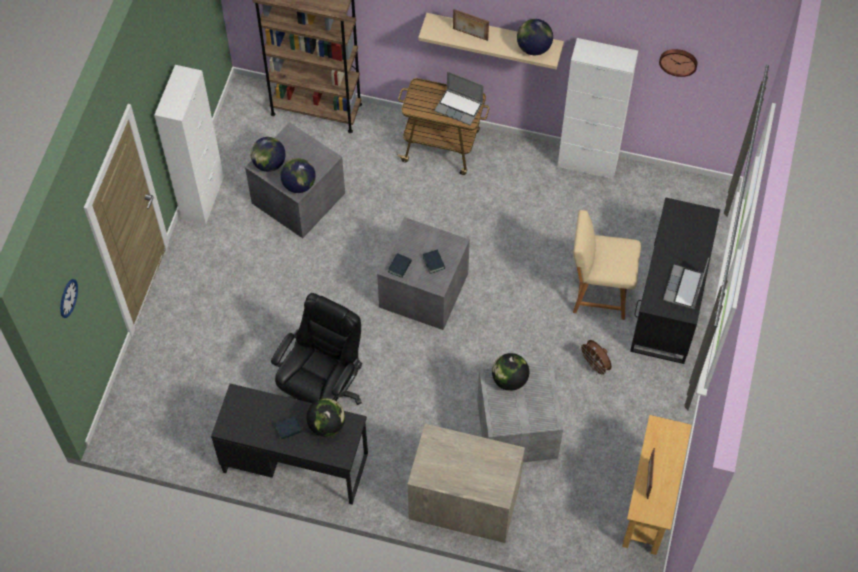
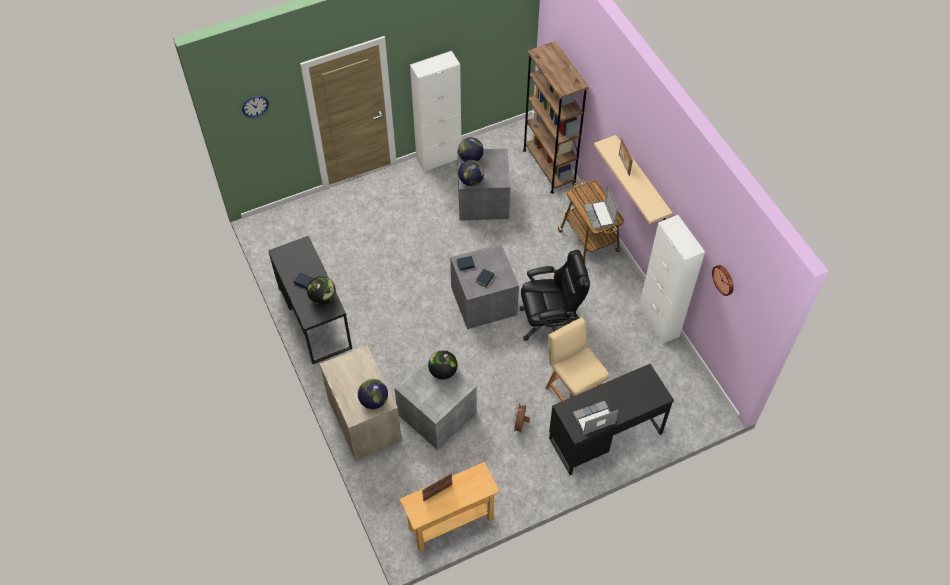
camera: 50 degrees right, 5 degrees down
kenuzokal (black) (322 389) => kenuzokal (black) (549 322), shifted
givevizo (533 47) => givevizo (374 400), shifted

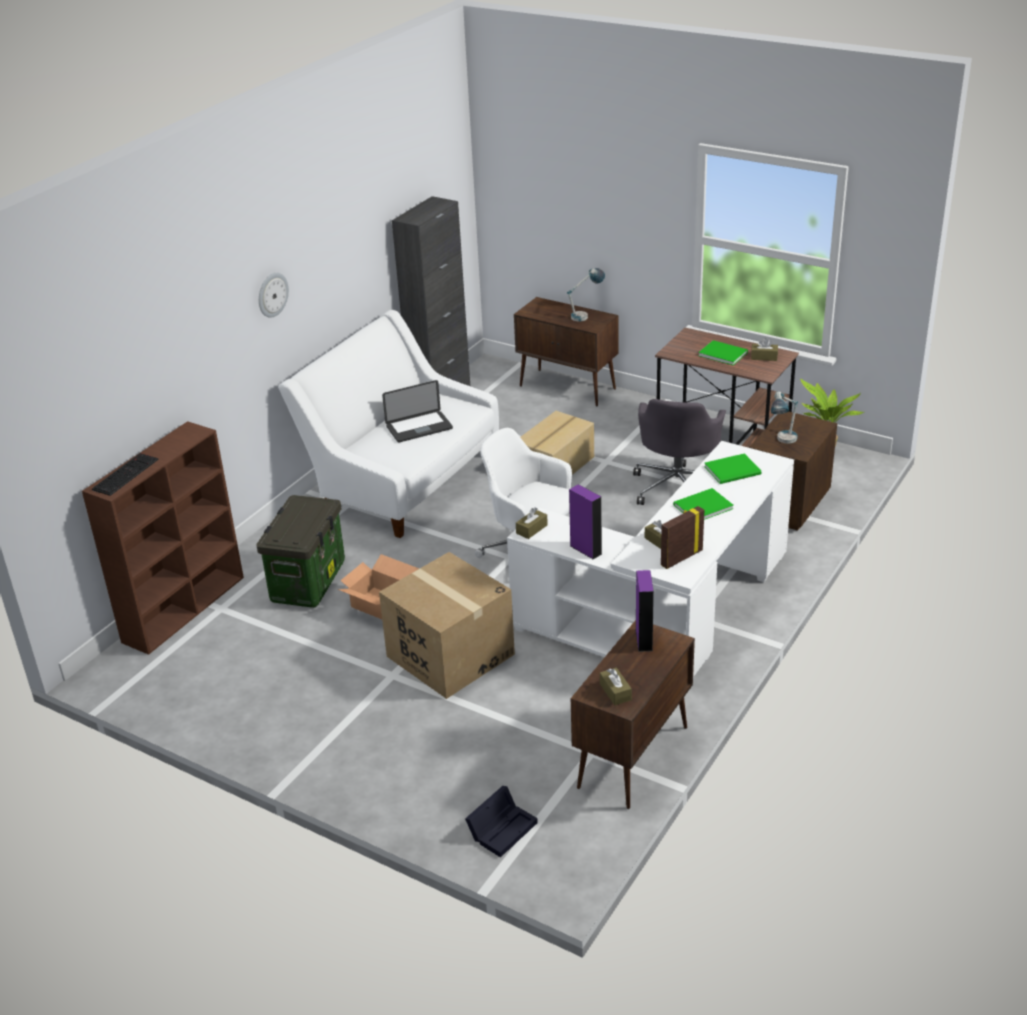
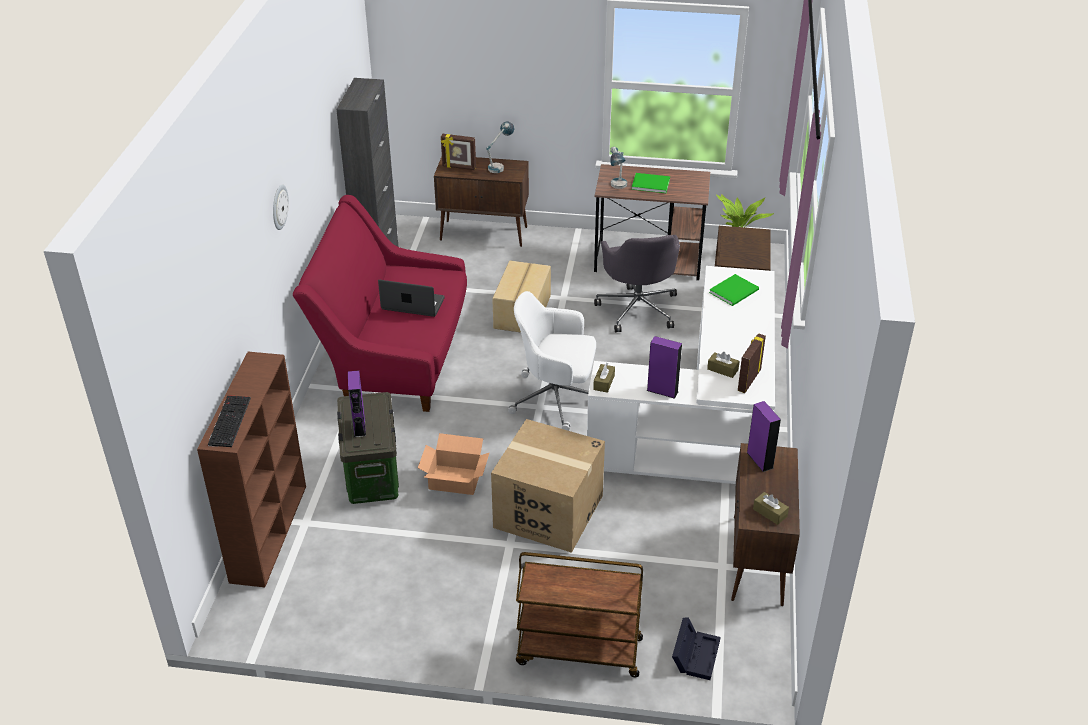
camera: 25 degrees left, 5 degrees up
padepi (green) (701 507) => nothing
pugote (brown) (764 357) => nothing
nothing => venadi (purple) (359 426)
nothing => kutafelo (459 167)
nothing => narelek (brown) (578 651)
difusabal (783 442) => difusabal (617 188), shifted
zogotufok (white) (403 481) => zogotufok (red) (394 355)
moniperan (419 428) => moniperan (413 304), 120 degrees counterclockwise

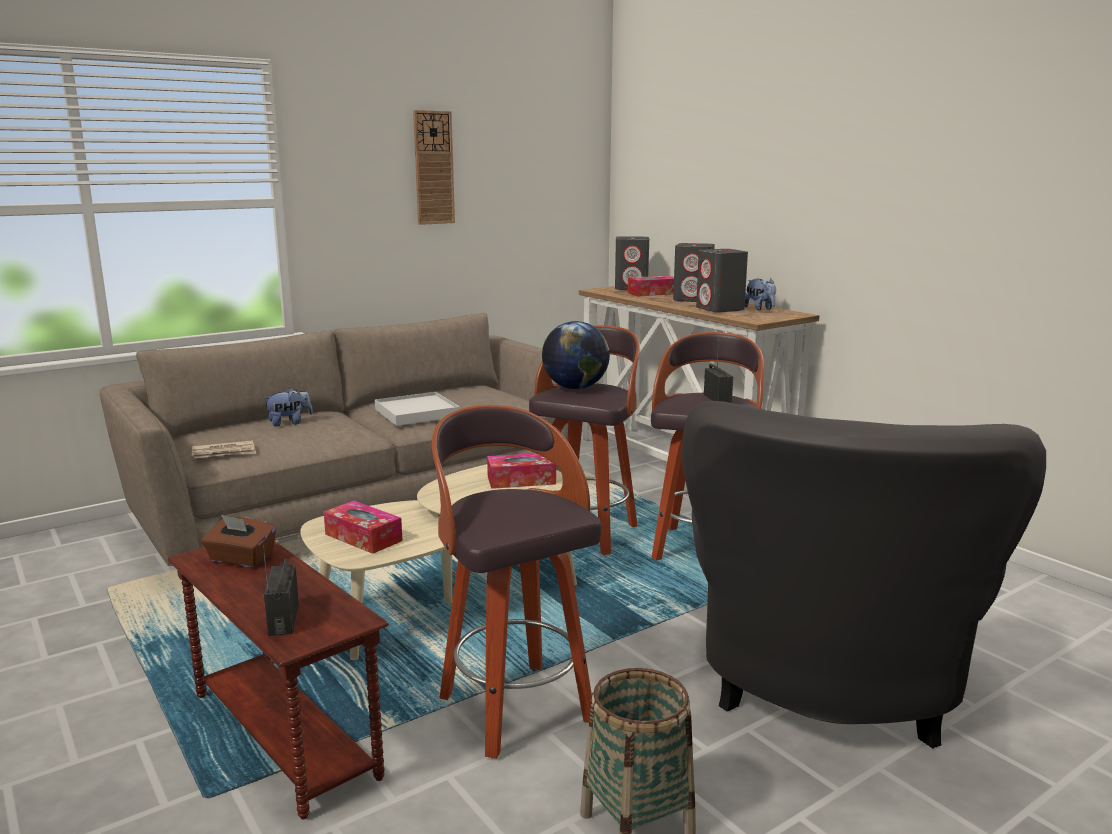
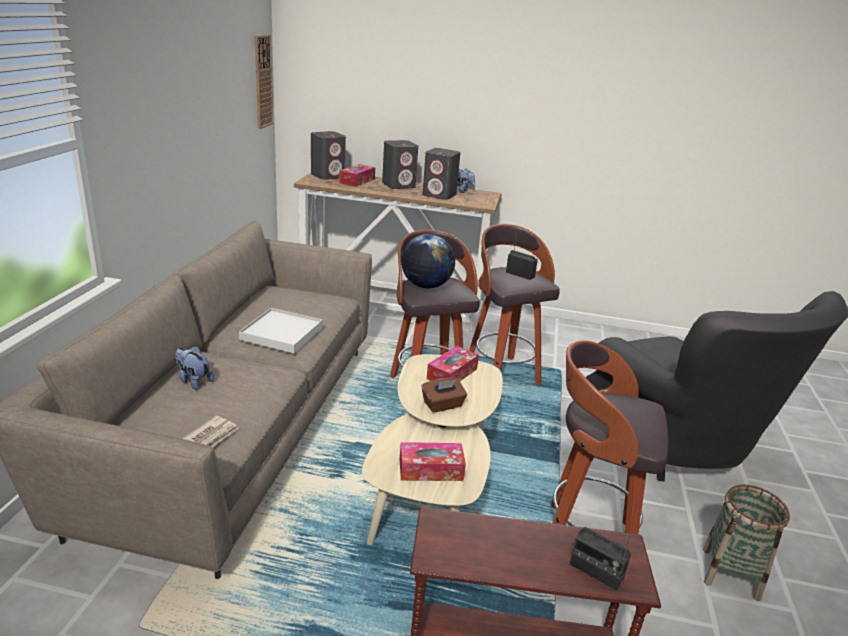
camera: 45 degrees left, 10 degrees up
pugote (brown) (241 559) => pugote (brown) (443 405), shifted
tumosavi (433 168) => tumosavi (263 82), shifted
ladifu (289 423) => ladifu (193 381), 75 degrees counterclockwise

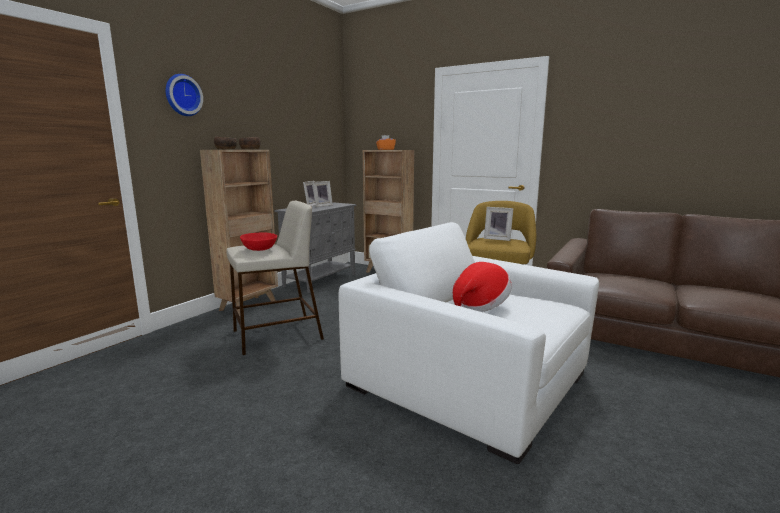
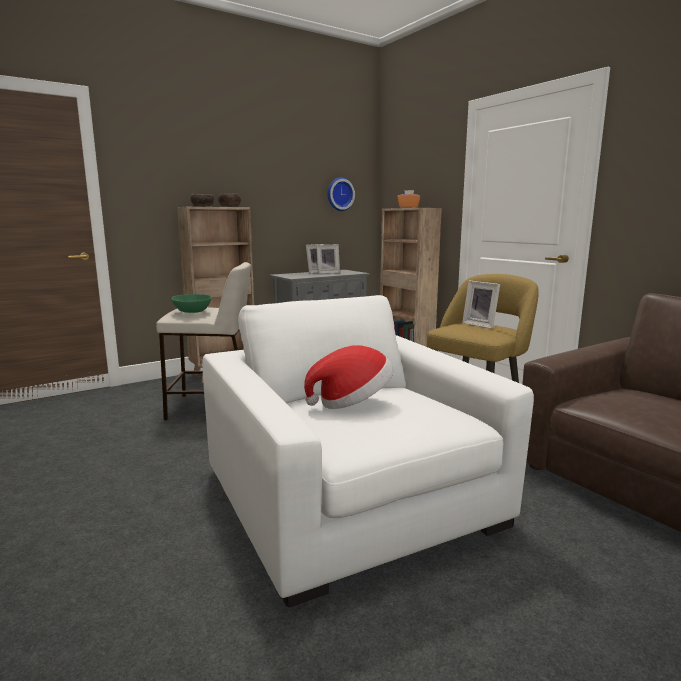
camera: 25 degrees right, 0 degrees up
tumosavi (182 95) => tumosavi (339 194), shifted
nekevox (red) (260 249) => nekevox (green) (193 311)

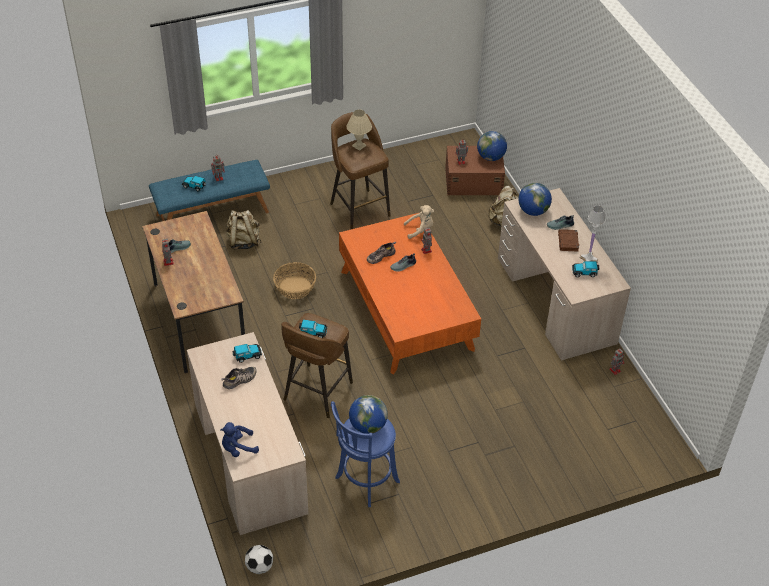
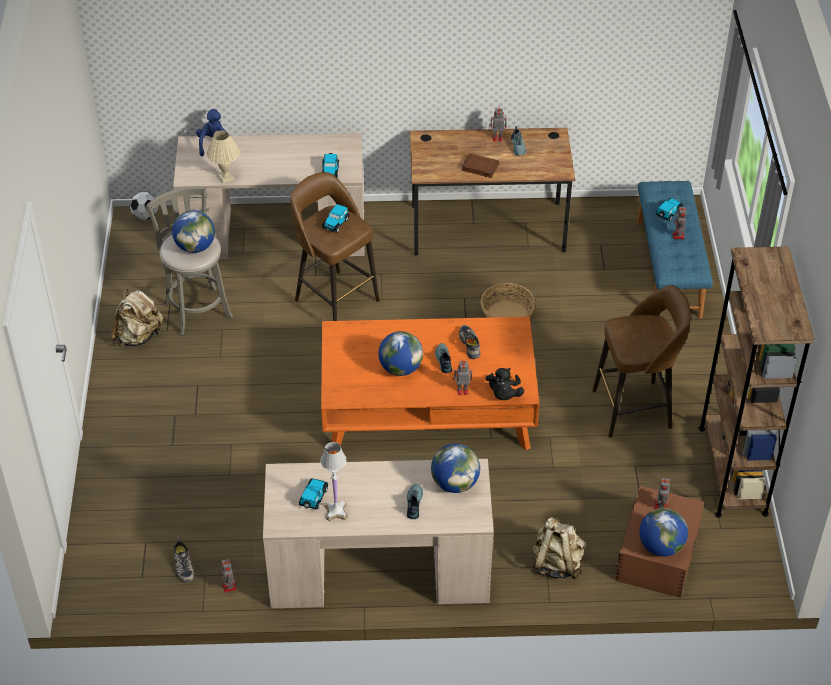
camera: 110 degrees right, 0 degrees up
nothing => givevizo (400 368)
nothing => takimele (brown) (732 470)
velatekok (240 380) => velatekok (182 565), shifted
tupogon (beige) (243 242) => tupogon (beige) (139 336), shifted
difusabal (beige) (359 146) => difusabal (beige) (225 178), shifted
padepi (brown) (568 242) => padepi (brown) (479 167), shifted
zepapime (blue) (365 482) => zepapime (grey) (197 309)
ladifu (beige) (420 230) => ladifu (black) (503 394)

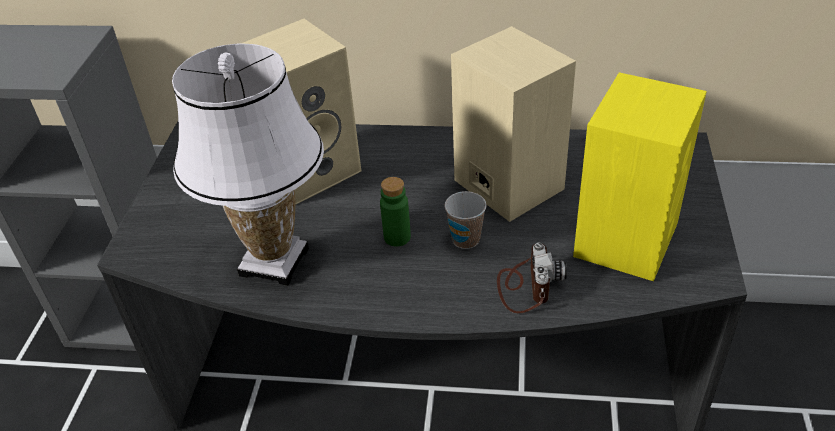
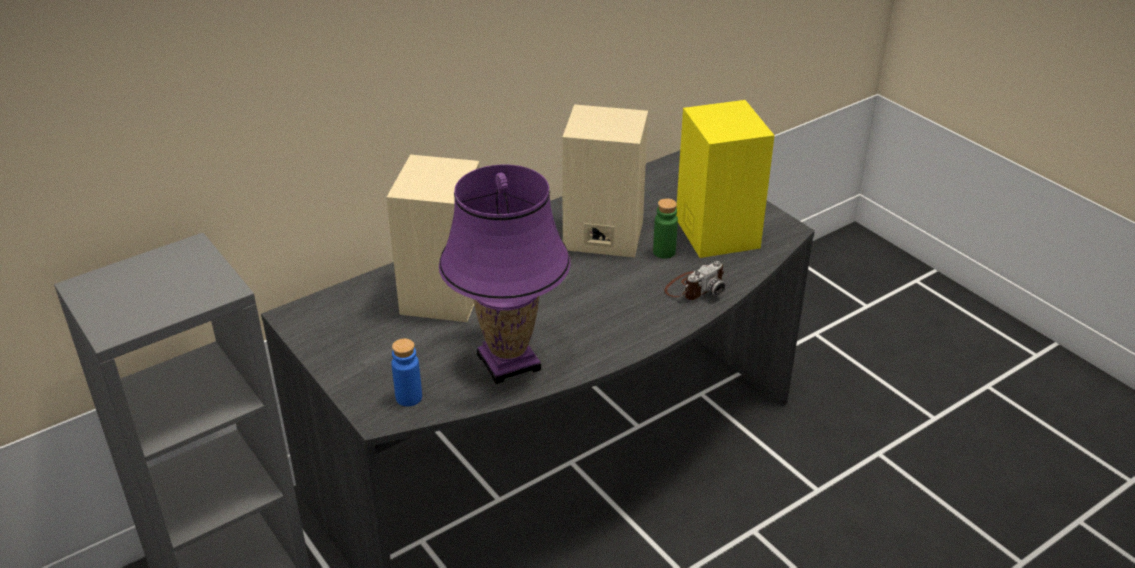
camera: 45 degrees left, 5 degrees down
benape (466 239) => nothing
nothing => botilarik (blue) (409 397)
botilarik (green) (397 237) => botilarik (green) (664 252), shifted
difusabal (white) (274 262) => difusabal (purple) (509 362)
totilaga (526 286) => totilaga (694 287), 90 degrees clockwise

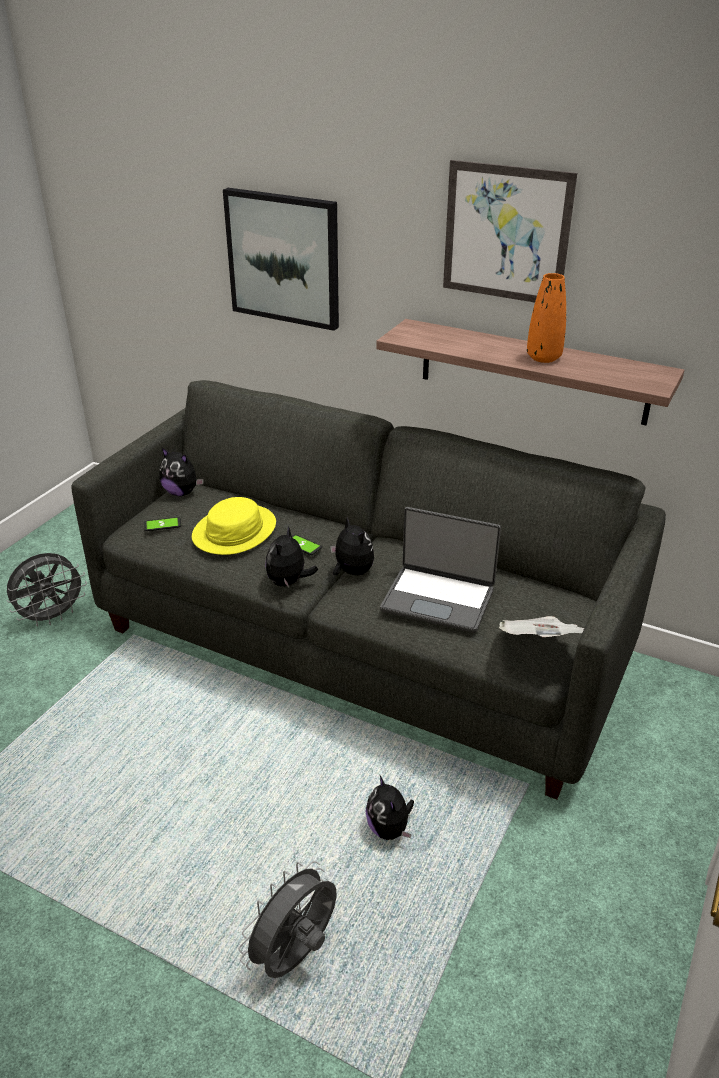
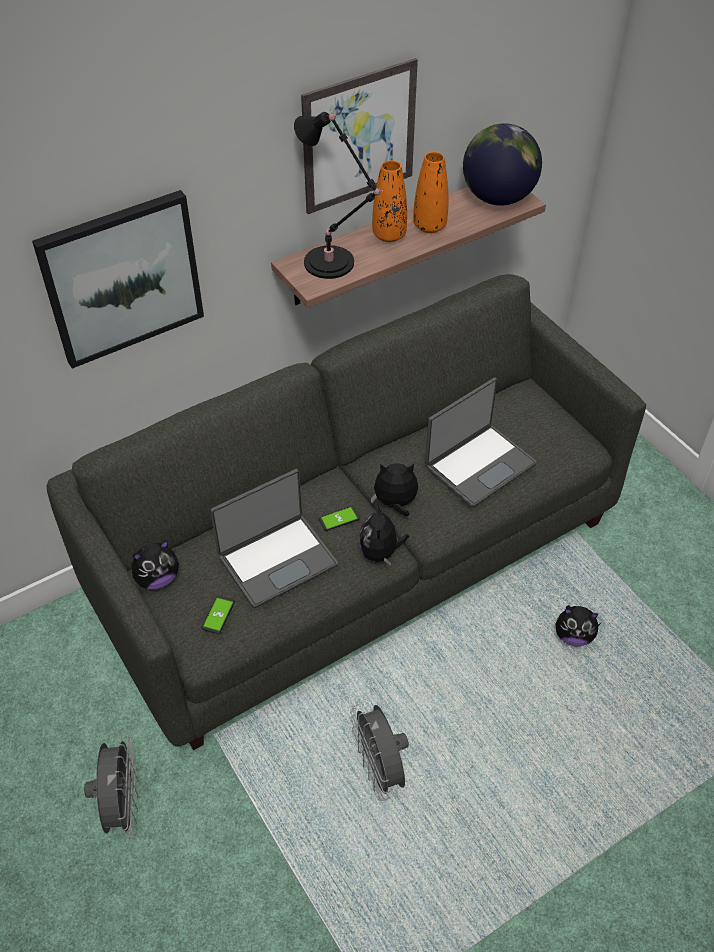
camera: 60 degrees left, 15 degrees up
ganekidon (539 645) => nothing
nothing => difusabal (black) (332 264)
nothing => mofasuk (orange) (389 235)
nothing => givevizo (498 198)
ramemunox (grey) (296 956) => ramemunox (grey) (380 769), shifted
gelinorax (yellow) (235 531) => moniperan (277 560)
ladifu (288 582) => ladifu (380 553), 45 degrees clockwise

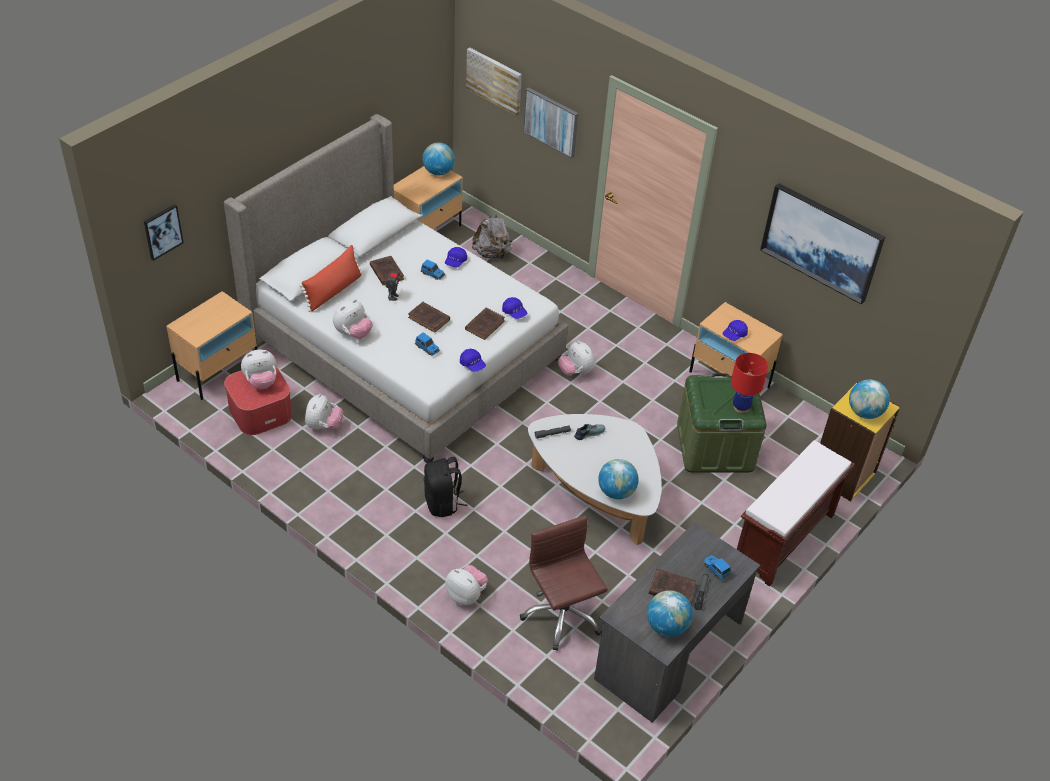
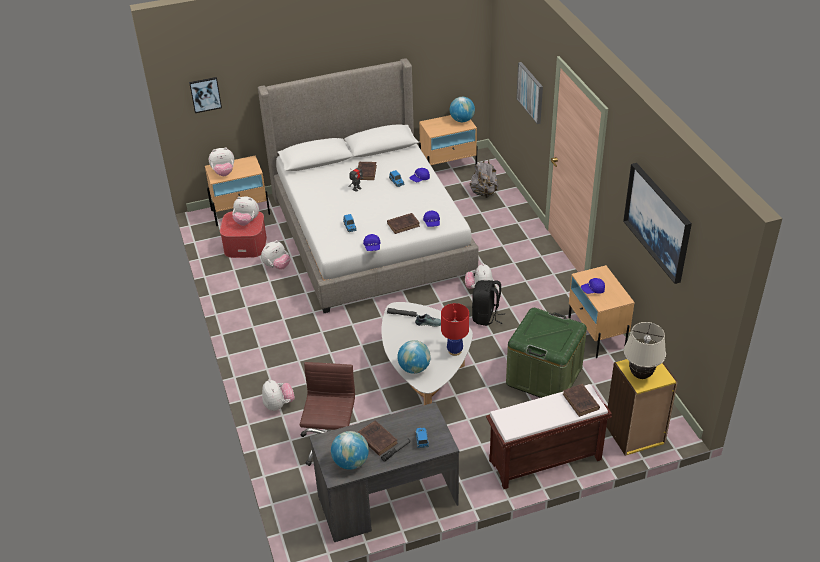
camera: 35 degrees right, 5 degrees down
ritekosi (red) (333 291) => nothing
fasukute (494 80) => nothing
ladifu (353 333) => ladifu (223 173), shifted
padepi (brown) (429 319) => padepi (brown) (581 402), shifted
tupogon (black) (442 503) => tupogon (black) (486 317), shifted
difusabal (red) (741 407) => difusabal (red) (455 351), shifted
givevizo (864 412) => difusabal (beige) (640 375)

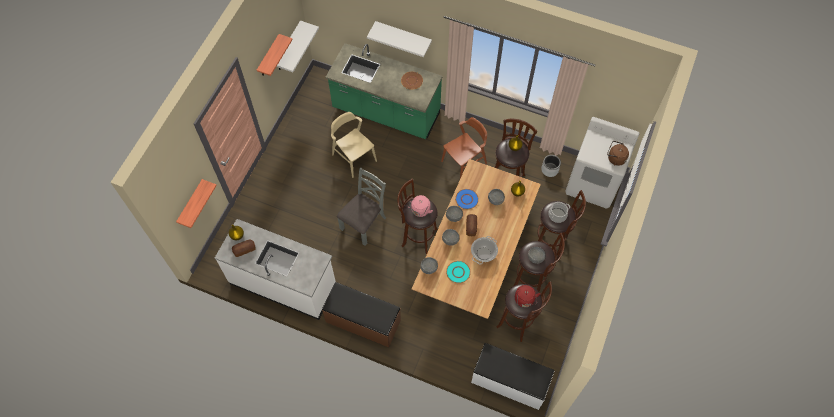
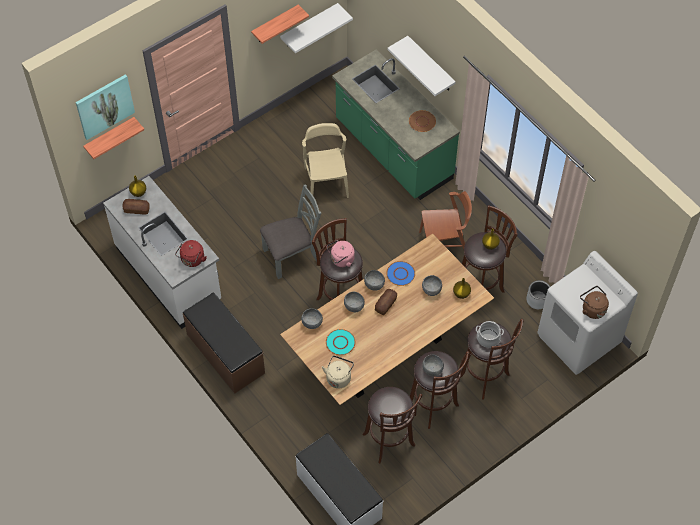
camera: 30 degrees right, 5 degrees down
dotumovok (483 254) => nothing
nothing => fasukute (105 106)
nothing => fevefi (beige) (339 377)
fevefi (red) (524 300) => fevefi (red) (192 260), shifted

